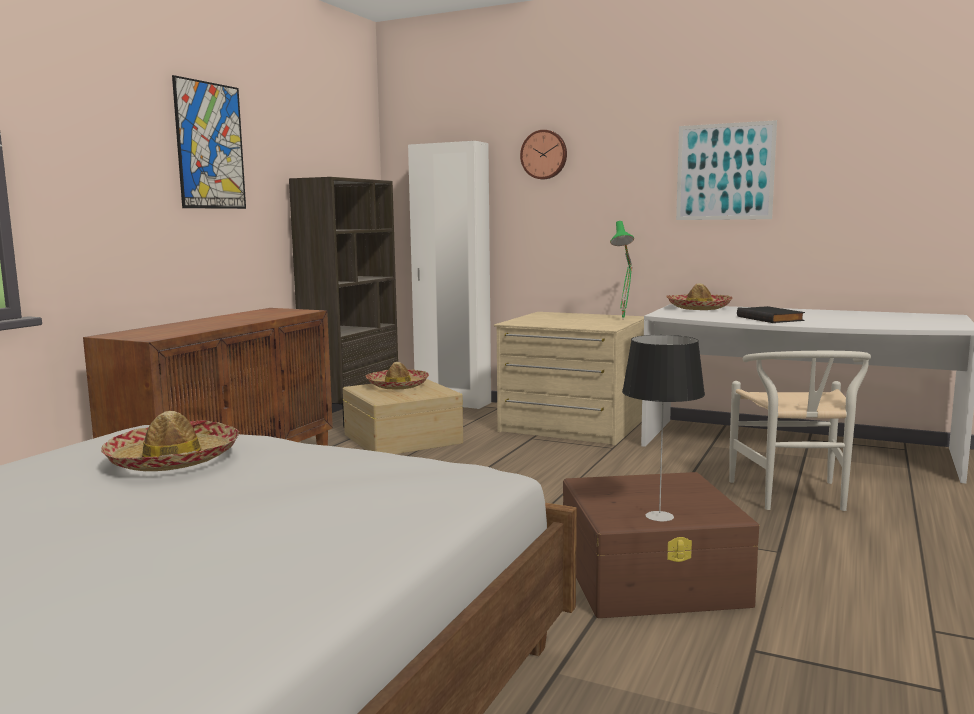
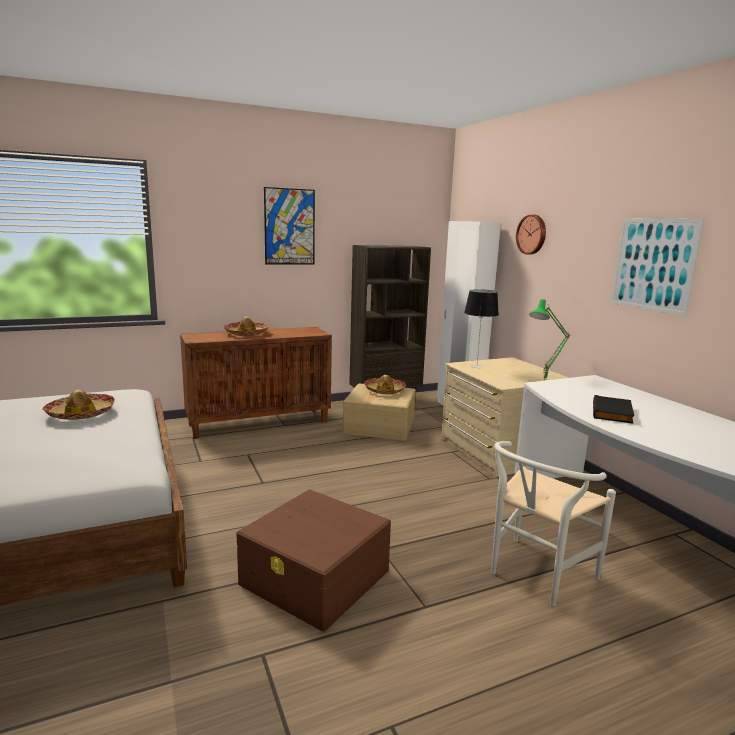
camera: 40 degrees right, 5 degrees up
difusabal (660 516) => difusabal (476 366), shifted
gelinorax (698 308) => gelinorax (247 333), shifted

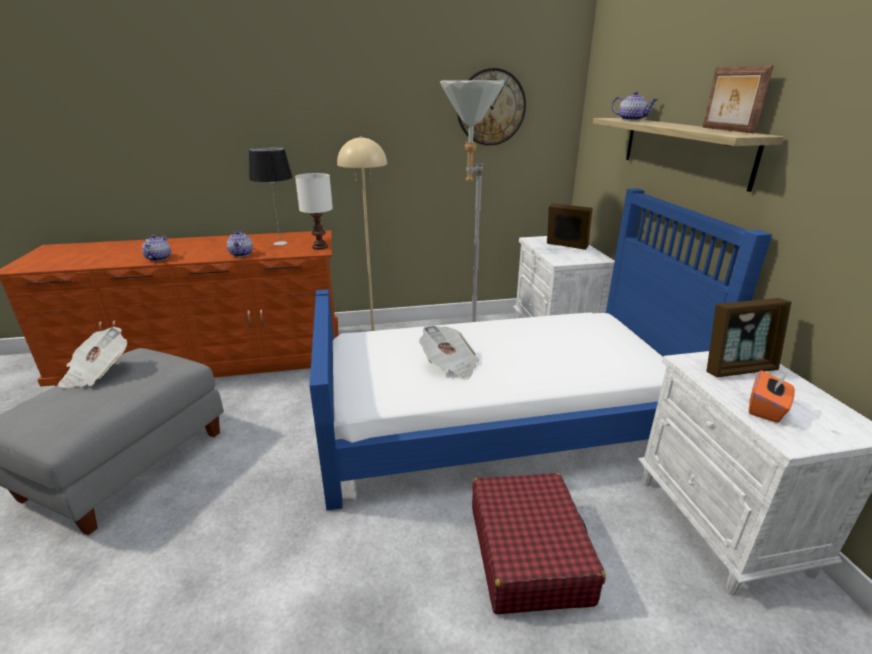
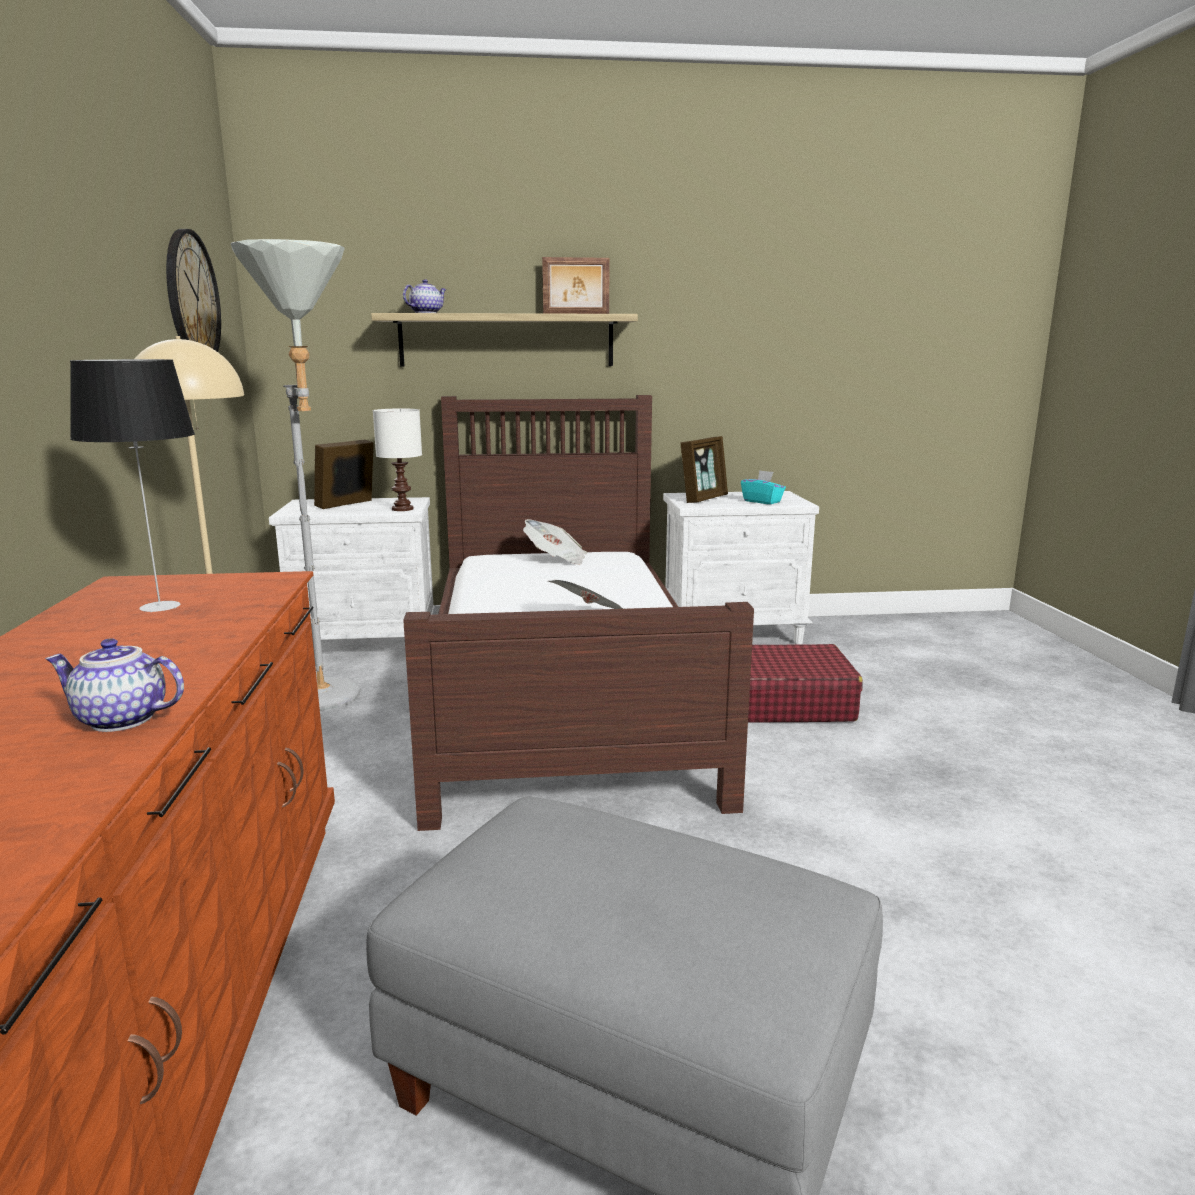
camera: 85 degrees left, 10 degrees down
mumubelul (242 254) => nothing
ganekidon (97 373) => ganekidon (556 559), shifted
difusabal (white) (319 247) => difusabal (white) (403 509), shifted
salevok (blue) (498 418) => salevok (brown) (563 697)
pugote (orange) (766 409) => pugote (turquoise) (762 501)
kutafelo (738 369) => kutafelo (704 499), 45 degrees clockwise

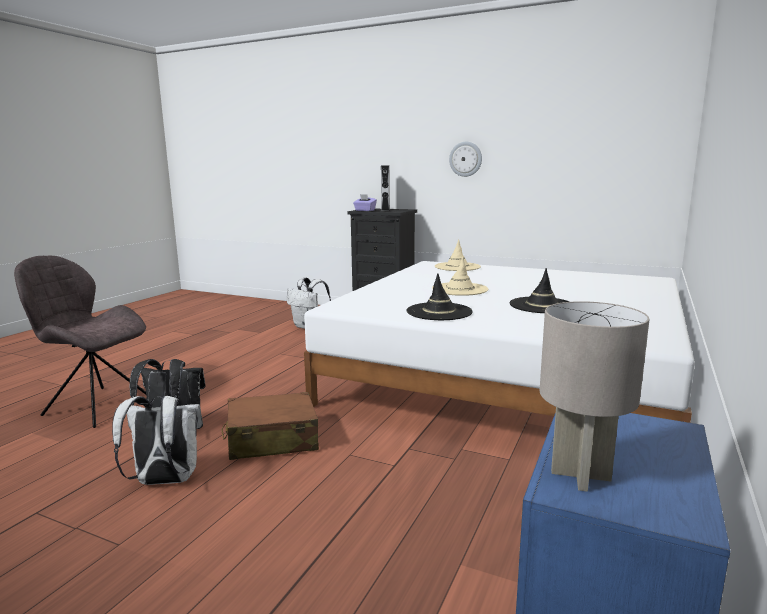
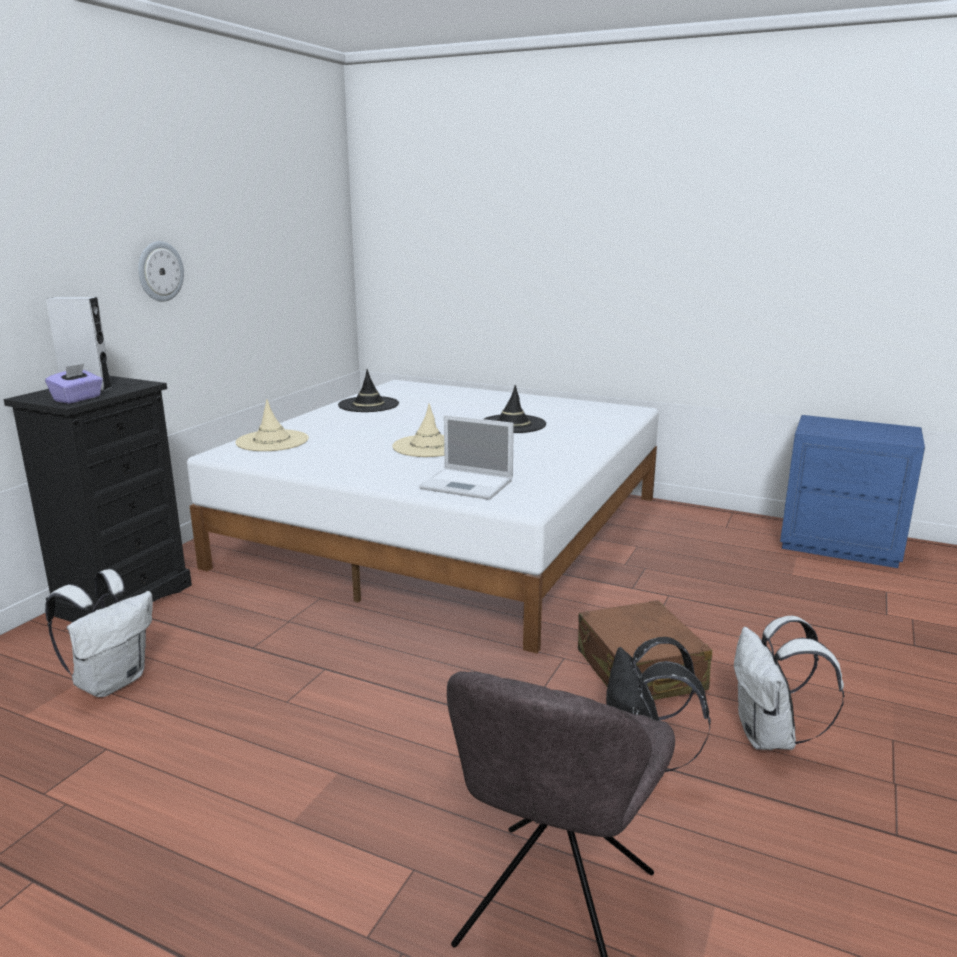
camera: 90 degrees left, 5 degrees up
difusabal (grey) (579 475) => nothing
nothing => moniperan (468 484)
gelinorax (black) (439 312) => gelinorax (black) (368 405), shifted

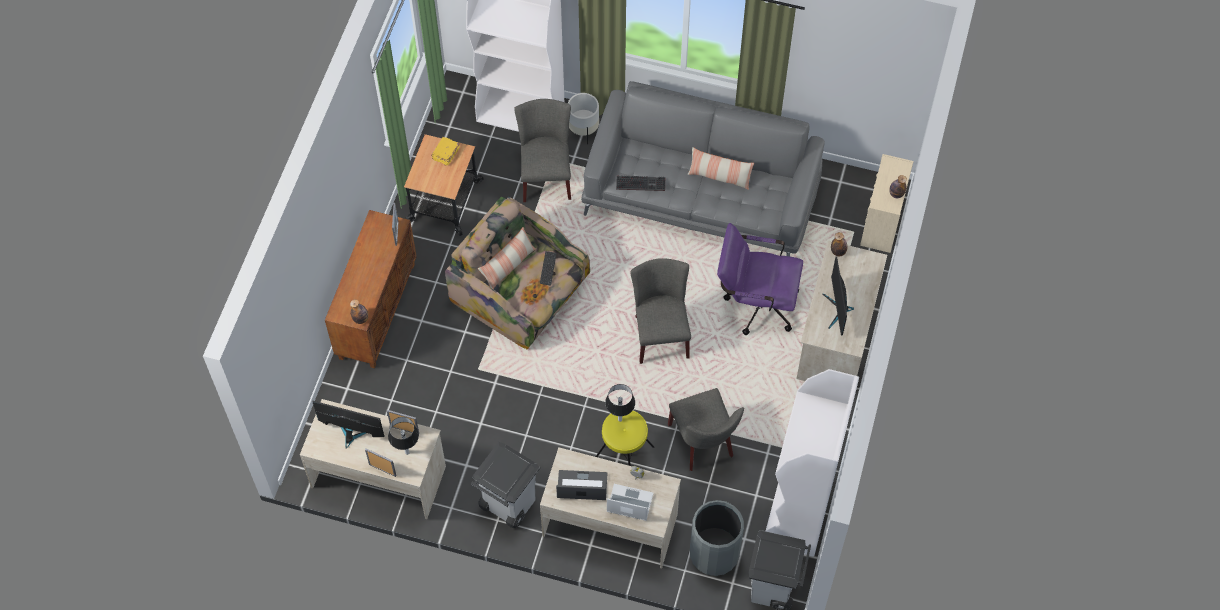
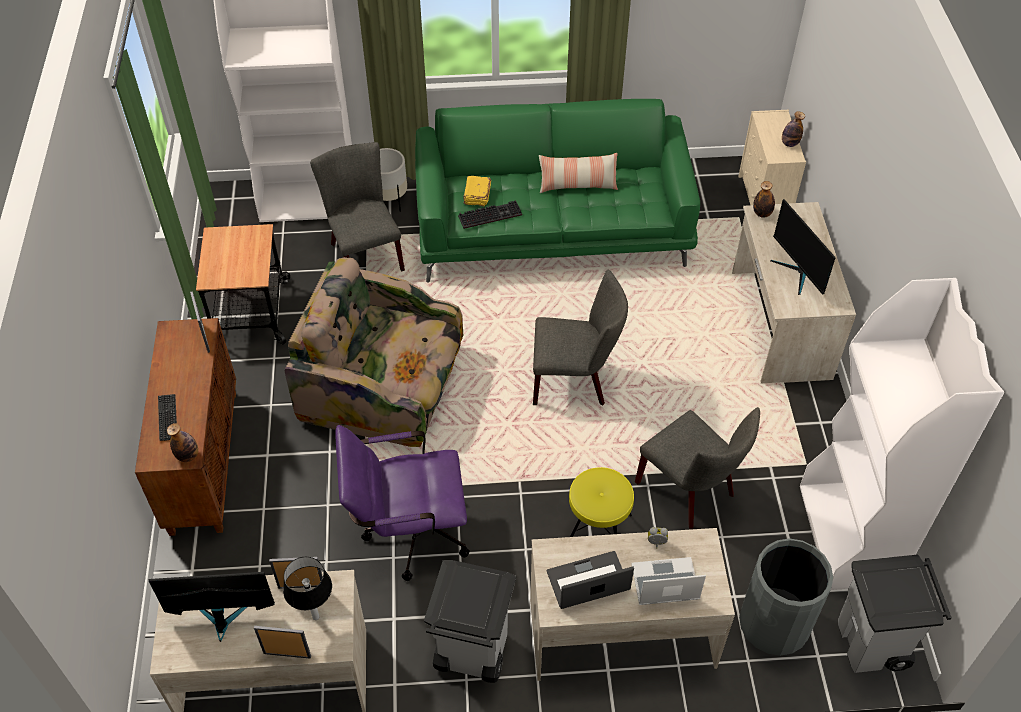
camera: 20 degrees left, 10 degrees down
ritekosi (508 266) => nothing
difusabal (620 419) => nothing
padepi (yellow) (445 154) => padepi (yellow) (477 196), shifted
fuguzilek (548 268) => fuguzilek (168 418), shifted
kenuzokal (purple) (755 303) => kenuzokal (purple) (408 532), shifted
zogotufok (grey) (702 194) => zogotufok (green) (553 225)
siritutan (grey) (660 333) => siritutan (grey) (575 381), 120 degrees clockwise

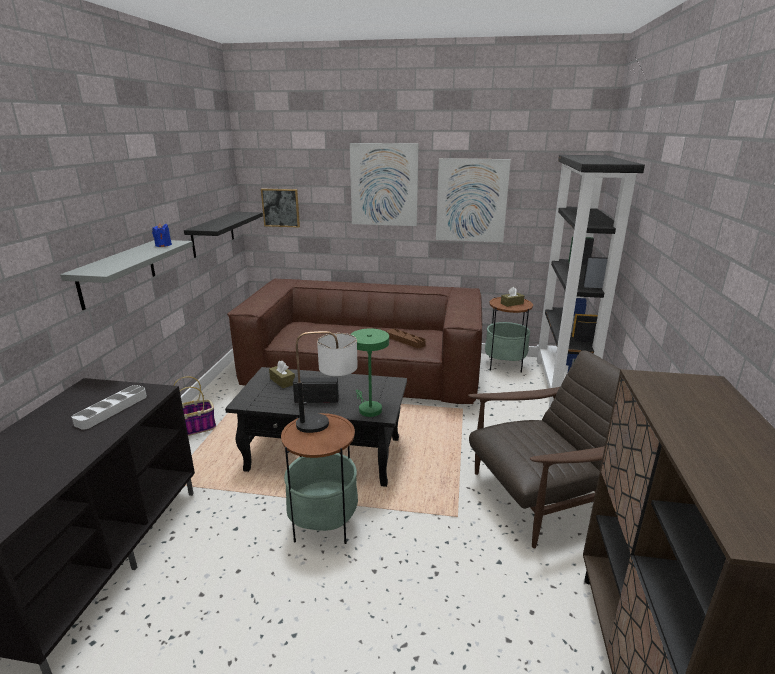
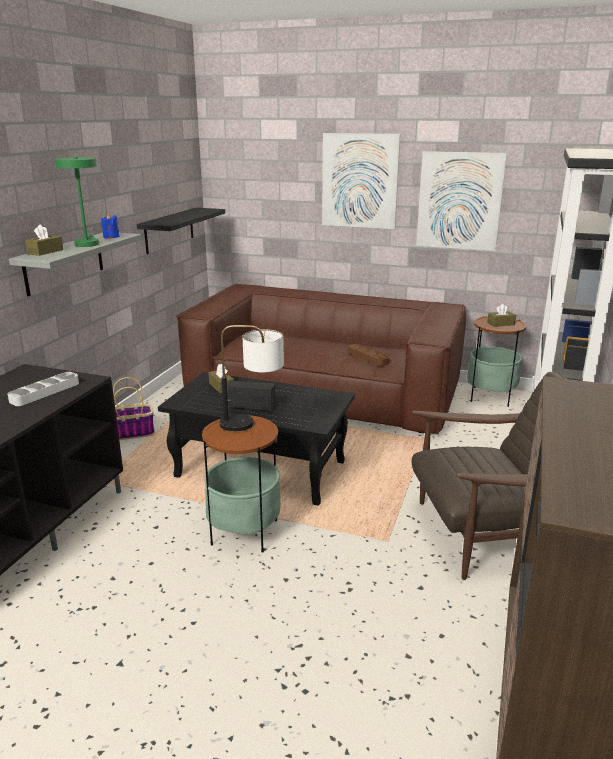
camera: 10 degrees right, 0 degrees up
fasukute (281 207) => nothing
nothing => pugote (brown) (45 252)
difusabal (green) (368 408) => difusabal (green) (86 243), shifted

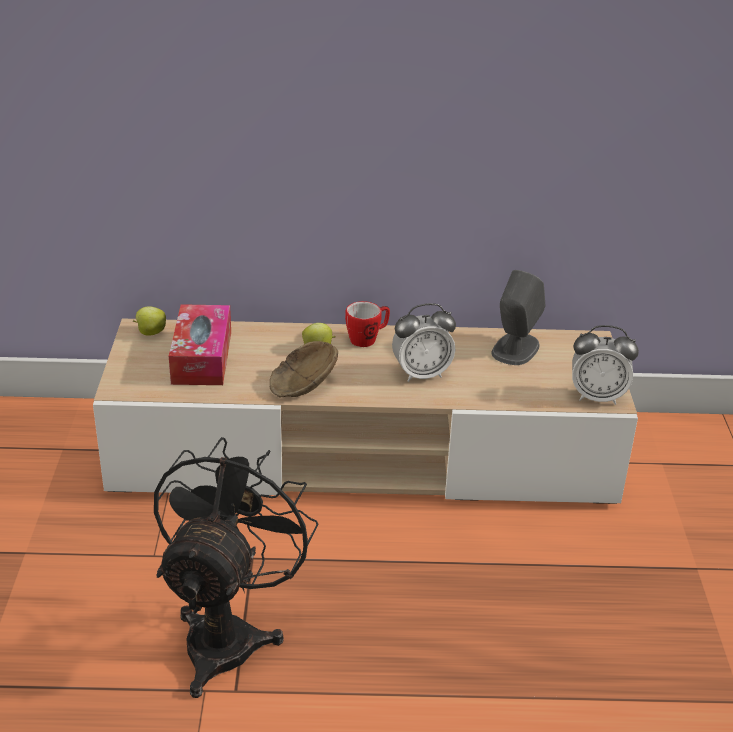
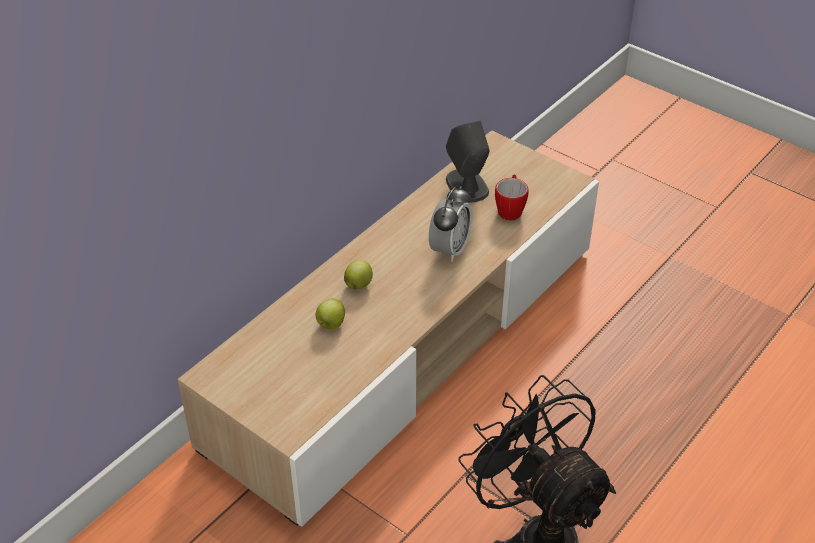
camera: 50 degrees left, 10 degrees up
pugote (202 357) => nothing
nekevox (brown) (301 385) => nothing
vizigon (597 396) => nothing
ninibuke (150 333) => ninibuke (330 324), shifted
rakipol (367 339) => rakipol (510 209), shifted

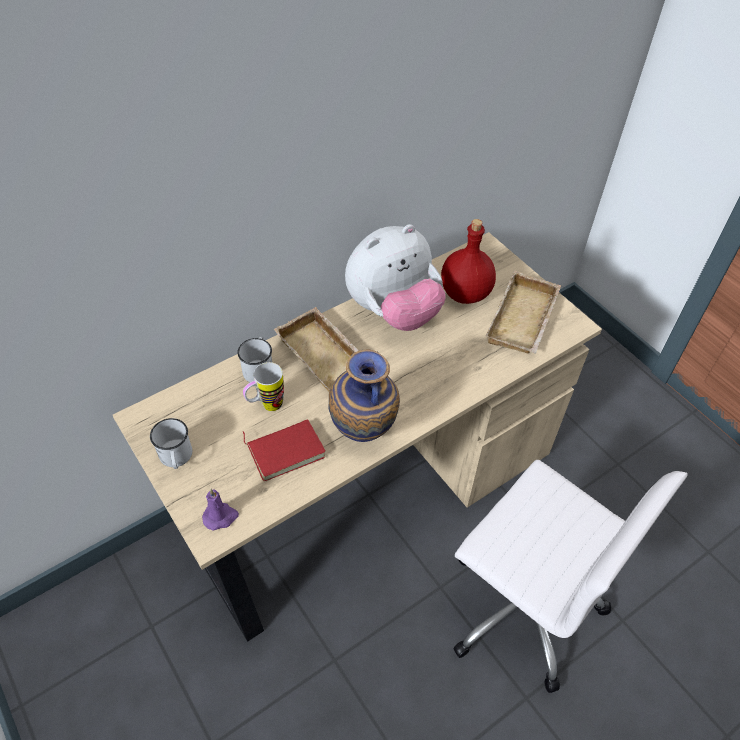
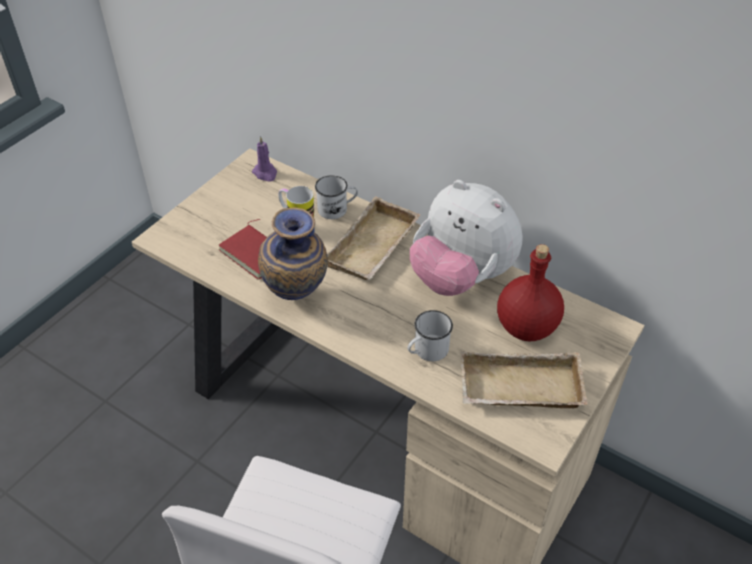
camera: 70 degrees right, 5 degrees down
rakipol (white) (176 458) => rakipol (white) (427 351), shifted
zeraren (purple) (221 517) => zeraren (purple) (265 173), shifted

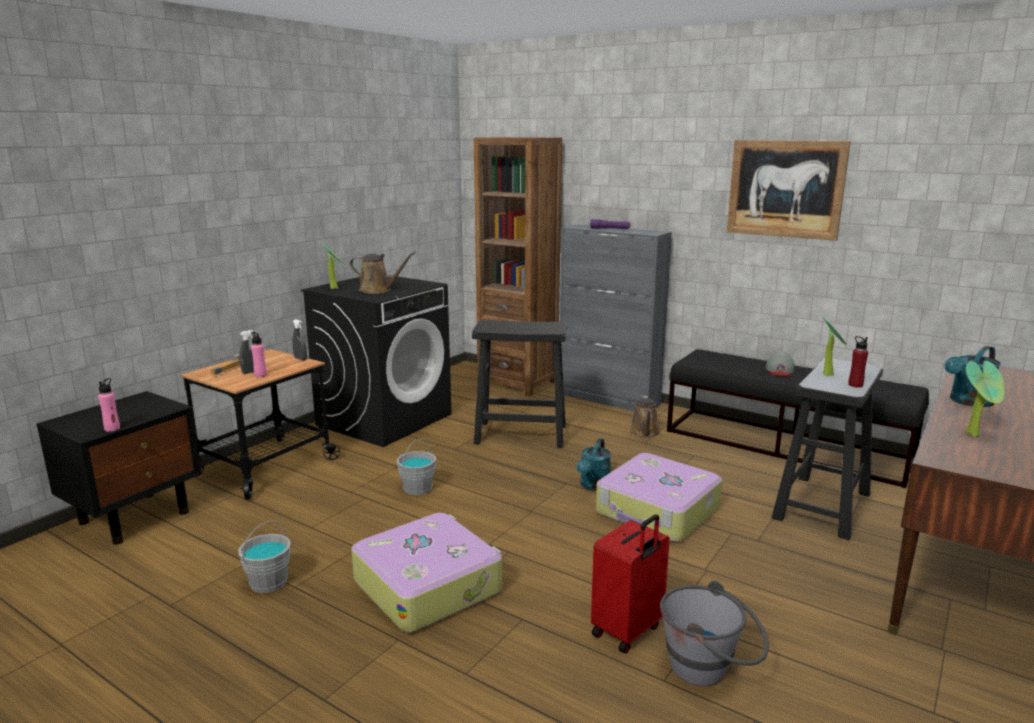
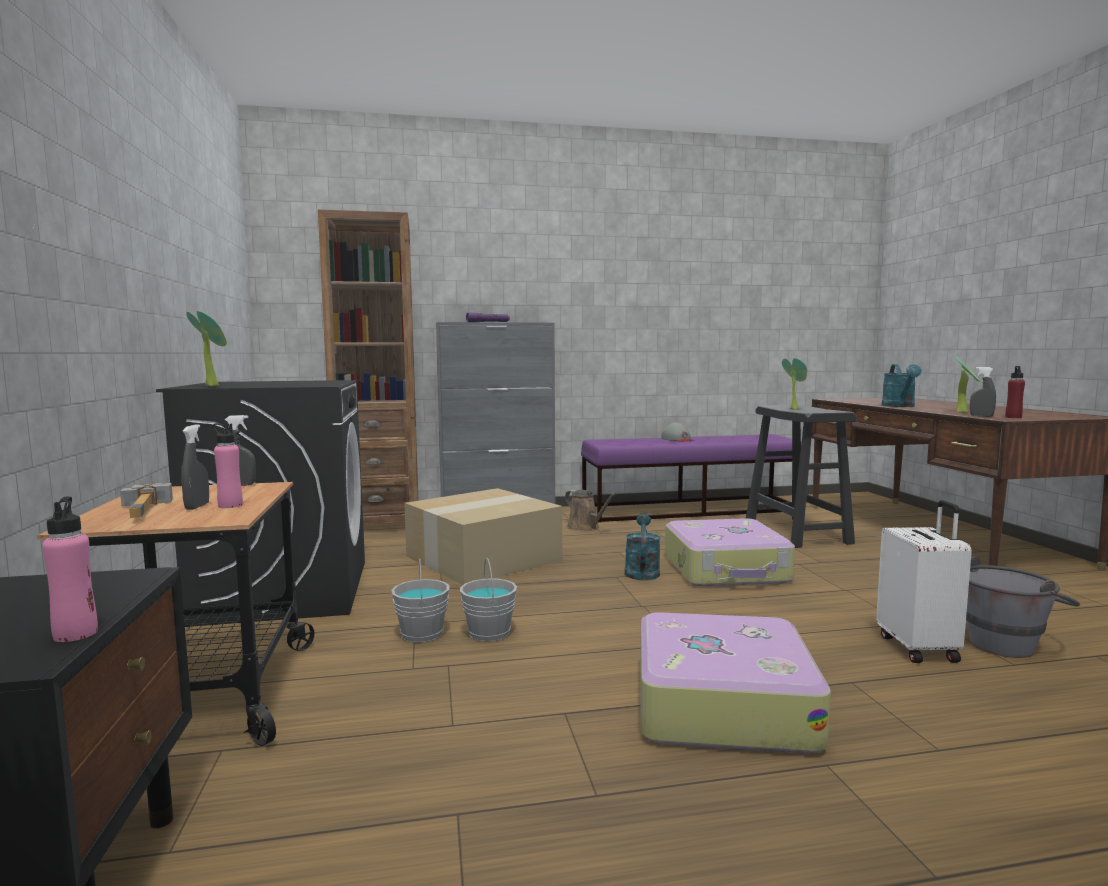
camera: 45 degrees left, 10 degrees down
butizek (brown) (378 290) => nothing
fasukute (785 189) => nothing
nothing => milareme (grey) (981 416)
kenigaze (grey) (269 582) => kenigaze (grey) (422 634), shifted
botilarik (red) (855 385) => botilarik (red) (1013 417), shifted
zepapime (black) (521 434) => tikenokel (483 557)
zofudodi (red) (628 631) => zofudodi (white) (919 648)
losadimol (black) (786 445) => losadimol (purple) (692 509)
butizek (turquoise) (593 486) => butizek (turquoise) (642 571), 150 degrees counterclockwise

